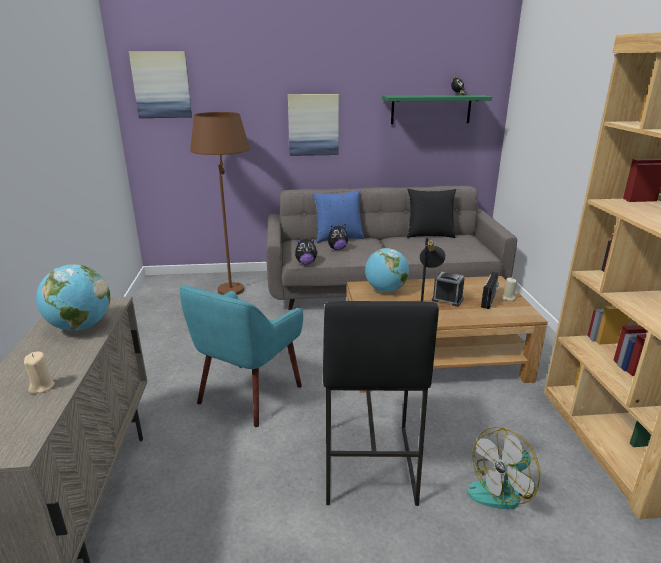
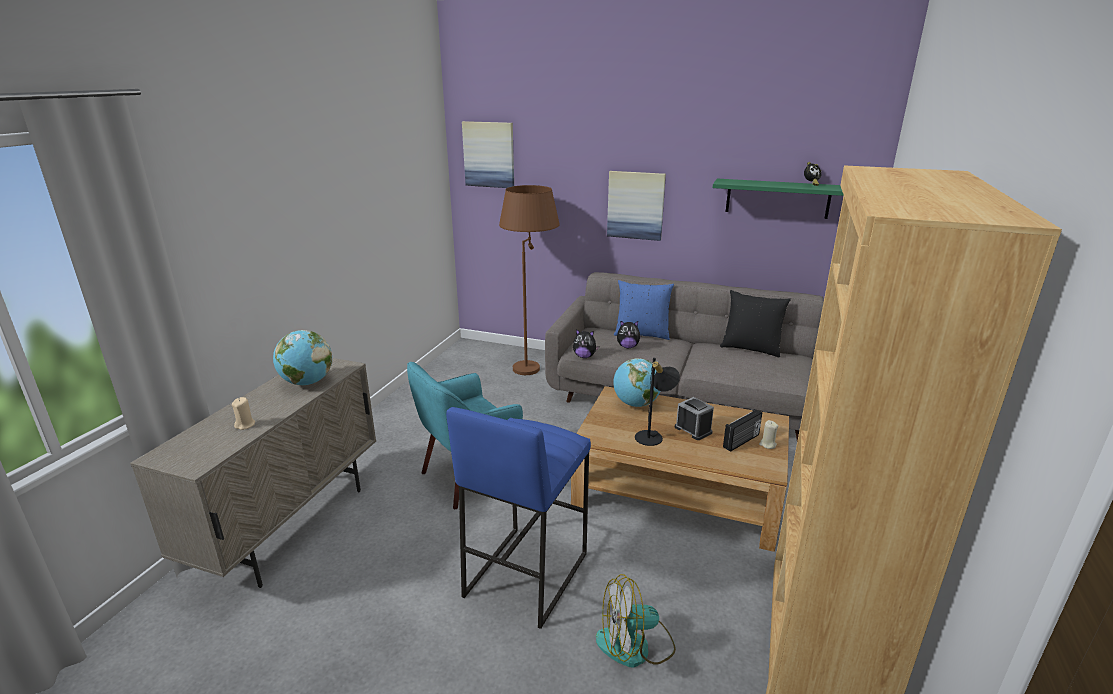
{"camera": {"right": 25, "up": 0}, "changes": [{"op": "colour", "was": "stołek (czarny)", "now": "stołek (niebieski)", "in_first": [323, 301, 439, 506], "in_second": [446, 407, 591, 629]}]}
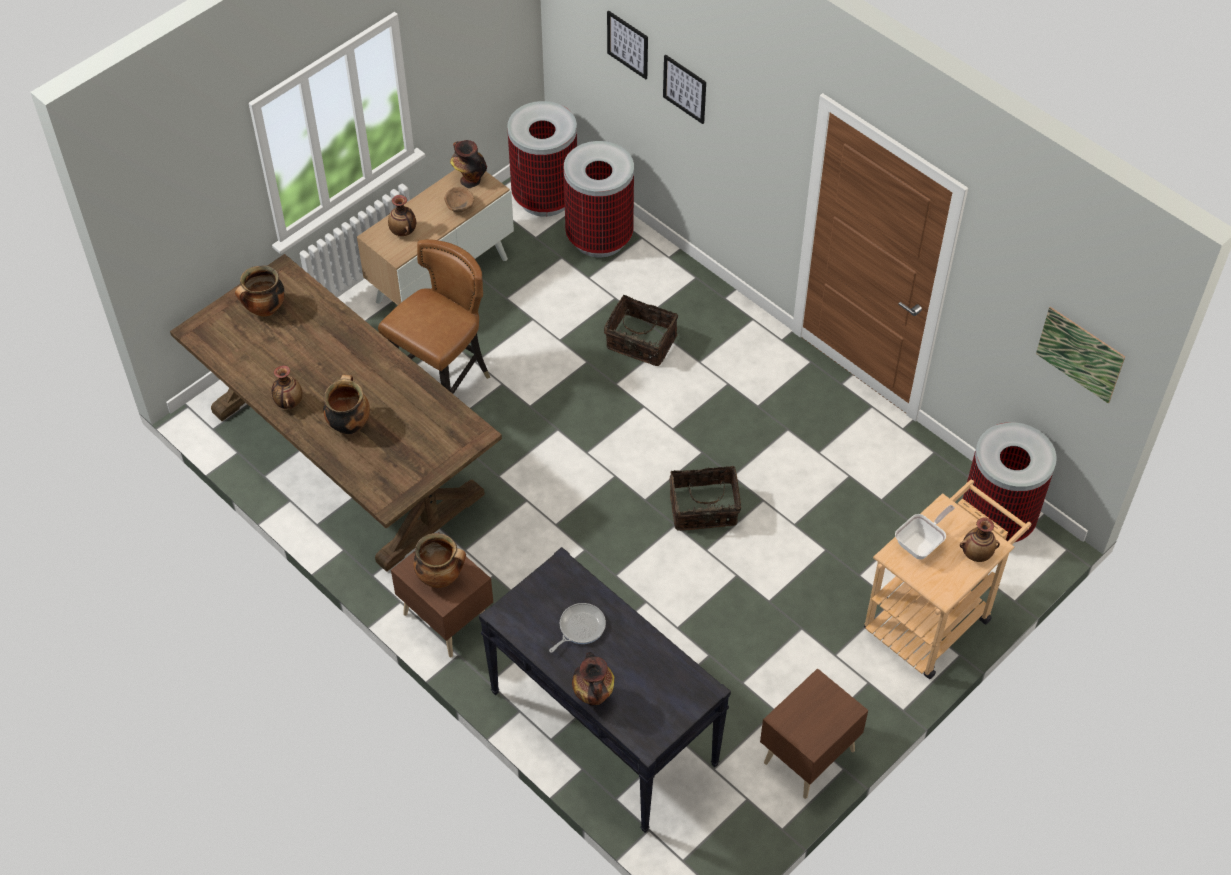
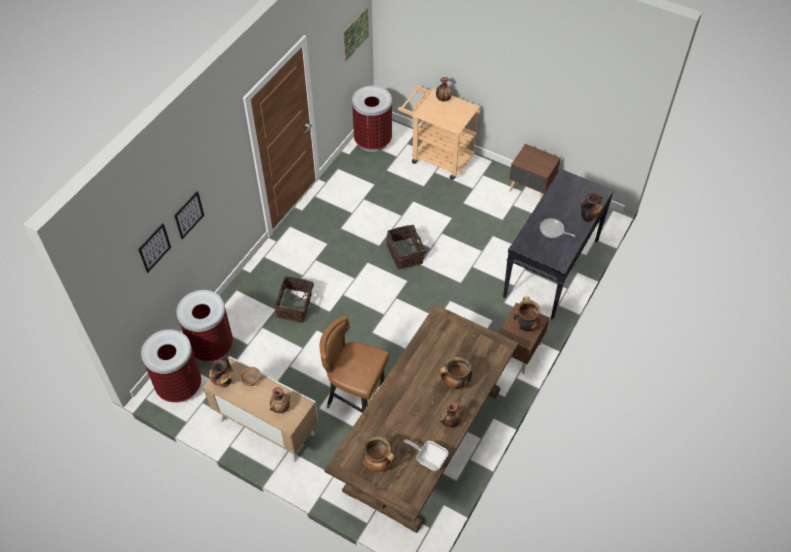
{"camera": {"right": -105, "up": 0}, "changes": [{"op": "relocated", "was": "patelnia", "in_first": [895, 505, 955, 560], "in_second": [404, 439, 448, 471]}]}
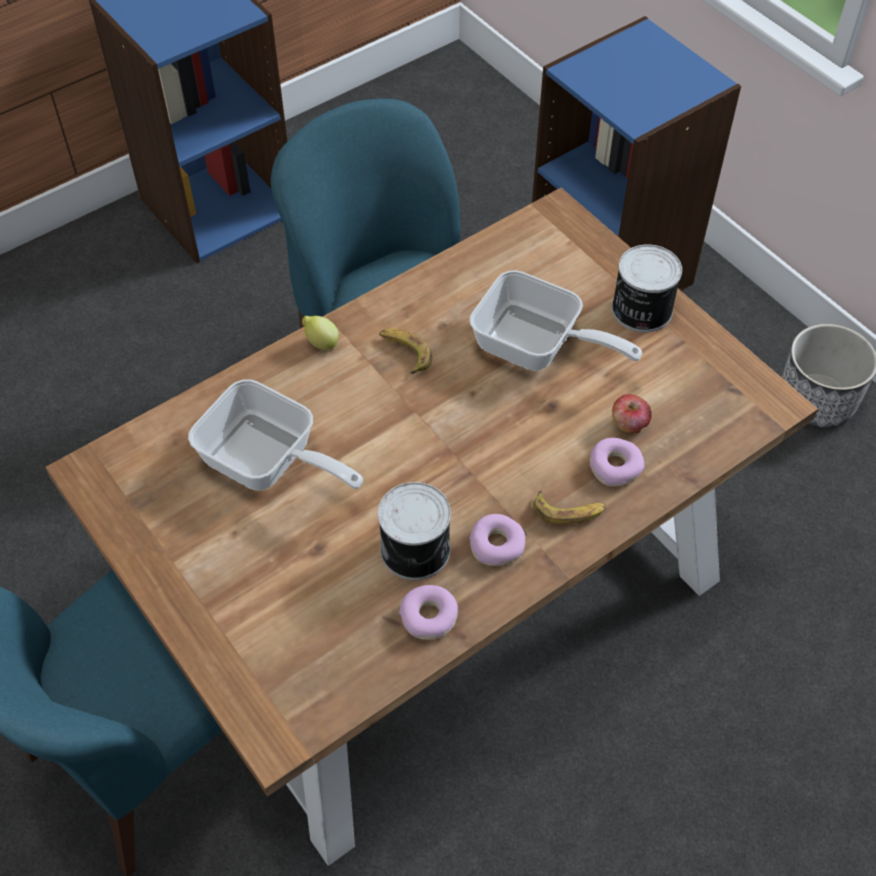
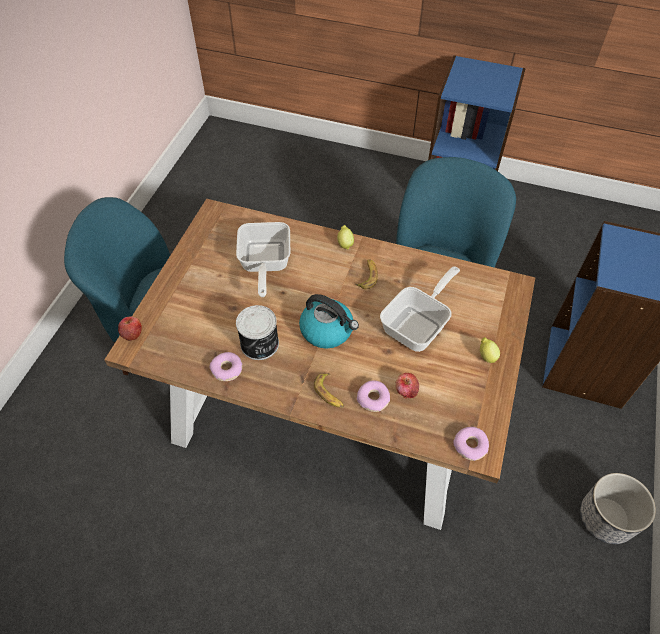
{"camera": {"right": 55, "up": 0}, "changes": [{"op": "spun", "was": "patelnia", "in_first": [469, 270, 642, 371], "in_second": [380, 266, 460, 352], "clockwise": -135}, {"op": "relocated", "was": "donut", "in_first": [469, 514, 525, 566], "in_second": [453, 427, 489, 461]}, {"op": "exchanged", "was": "puszka", "now": "cytryna", "in_first": [612, 244, 682, 333], "in_second": [480, 337, 500, 363]}, {"op": "appeared", "now": "jabłko", "in_second": [118, 316, 142, 341]}, {"op": "appeared", "now": "czajnik", "in_second": [299, 294, 359, 349]}]}
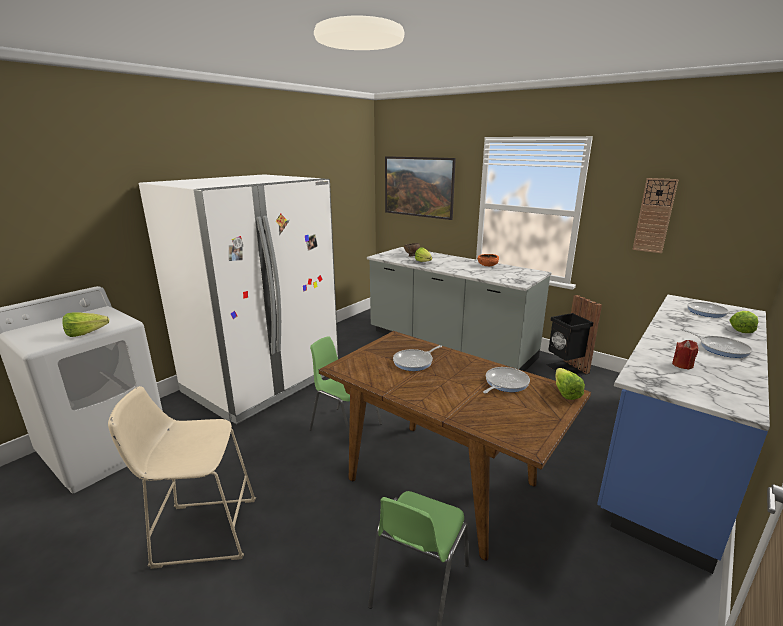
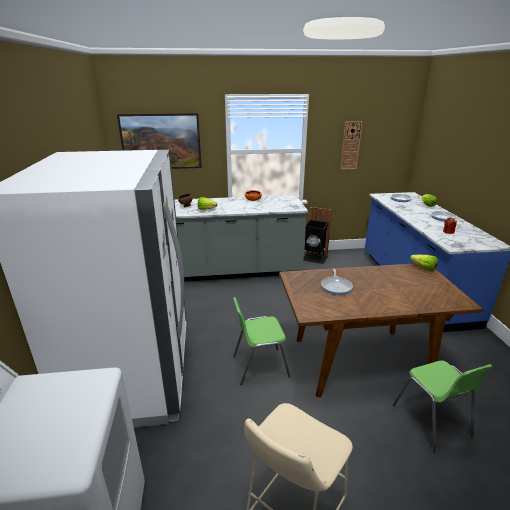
{"camera": {"right": -45, "up": 5}, "changes": [{"op": "missing", "was": "sałata", "in_first": [62, 313, 109, 337]}, {"op": "missing", "was": "patelnia", "in_first": [483, 367, 530, 394]}]}
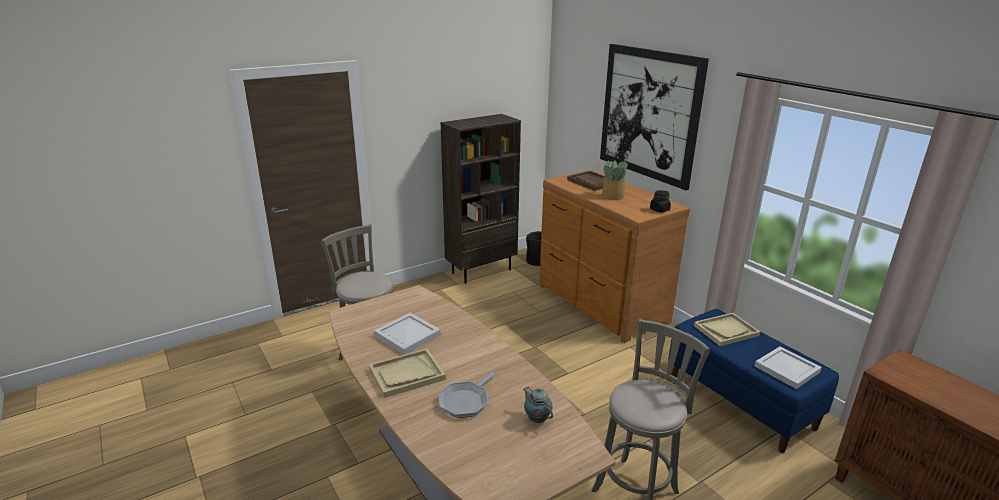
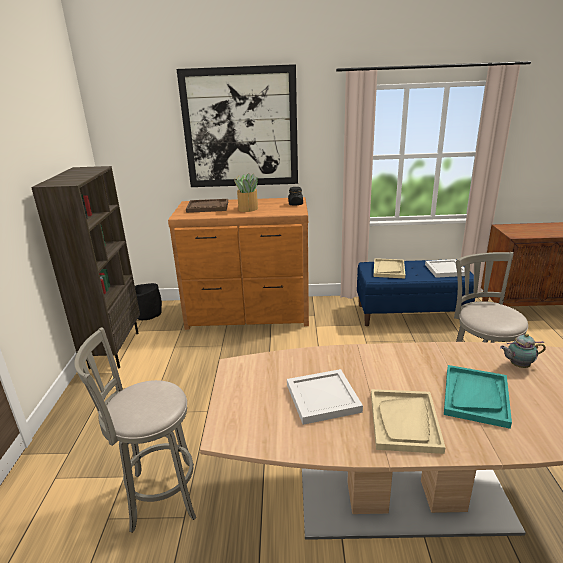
{"camera": {"right": -55, "up": 0}, "changes": [{"op": "exchanged", "was": "patelnia", "now": "taca (turkusowy)", "in_first": [438, 370, 497, 418], "in_second": [444, 365, 512, 429]}]}
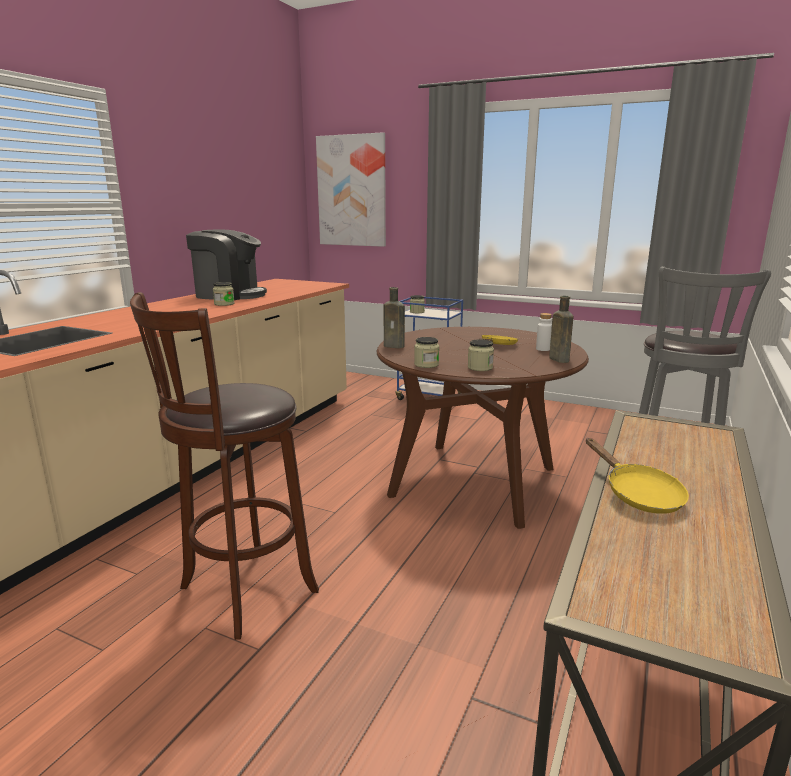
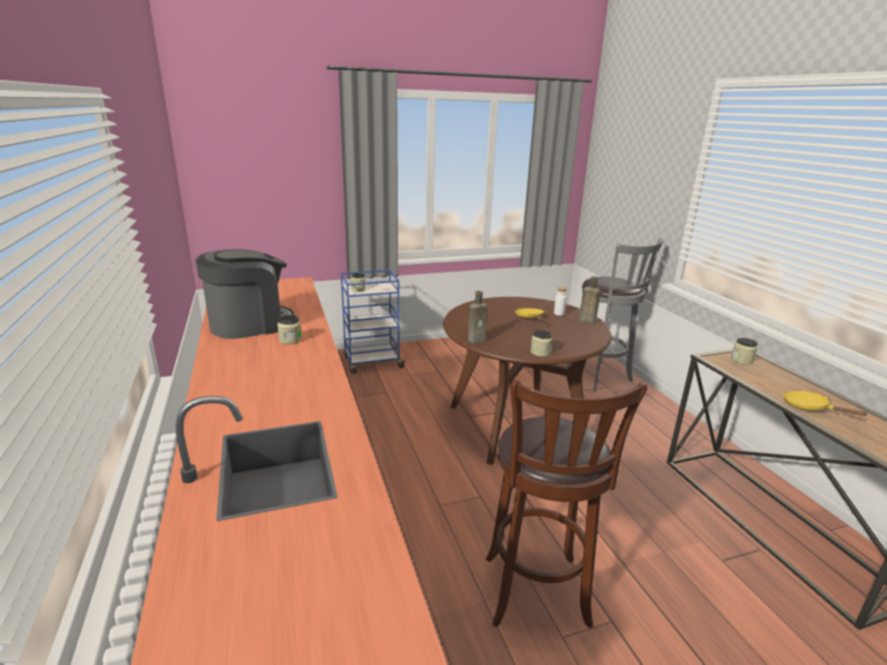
{"camera": {"right": -45, "up": 5}, "changes": [{"op": "missing", "was": "obraz", "in_first": [316, 132, 386, 247]}, {"op": "relocated", "was": "słoik", "in_first": [468, 340, 494, 371], "in_second": [731, 338, 757, 365]}, {"op": "spun", "was": "patelnia (żółty)", "in_first": [586, 438, 689, 514], "in_second": [783, 391, 868, 416], "clockwise": -150}]}
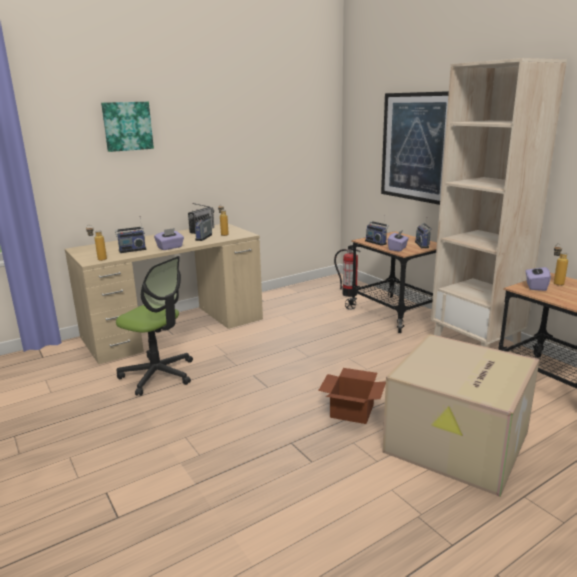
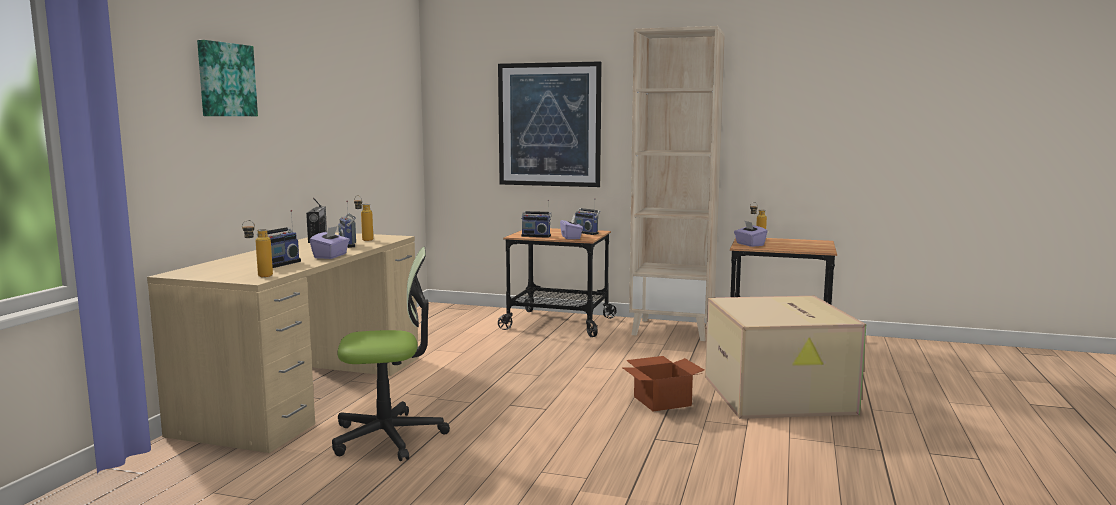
{"camera": {"right": -40, "up": -10}, "changes": [{"op": "missing", "was": "gaśnica", "in_first": [334, 245, 361, 297]}]}
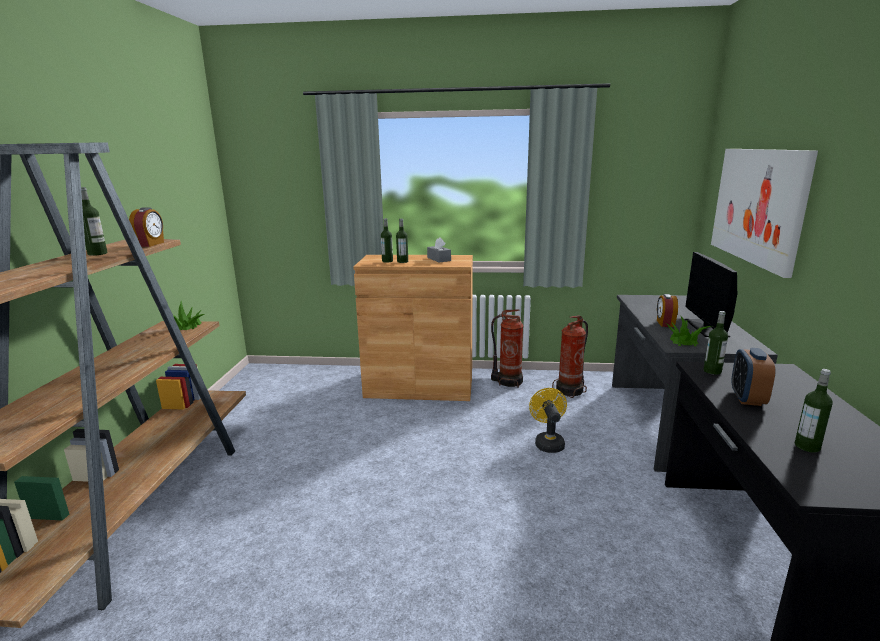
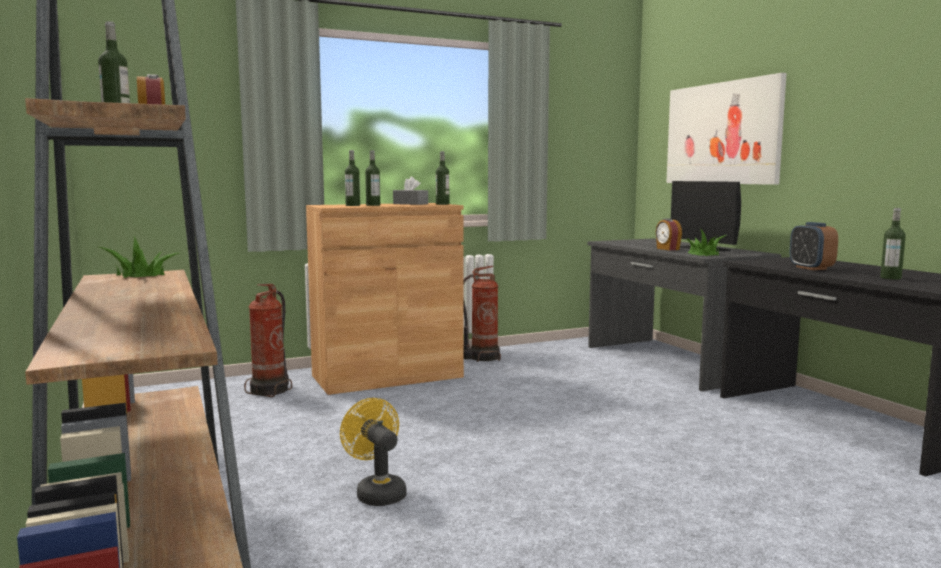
{"camera": {"right": -30, "up": -10}, "changes": [{"op": "relocated", "was": "wentylator (żółty)", "in_first": [529, 388, 567, 453], "in_second": [340, 398, 407, 506]}, {"op": "relocated", "was": "gaśnica", "in_first": [552, 315, 588, 398], "in_second": [244, 284, 292, 397]}, {"op": "relocated", "was": "butelka", "in_first": [703, 311, 728, 375], "in_second": [436, 151, 449, 205]}]}
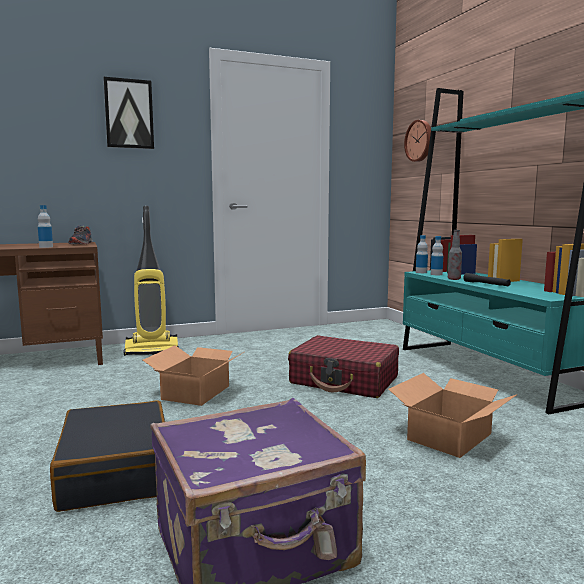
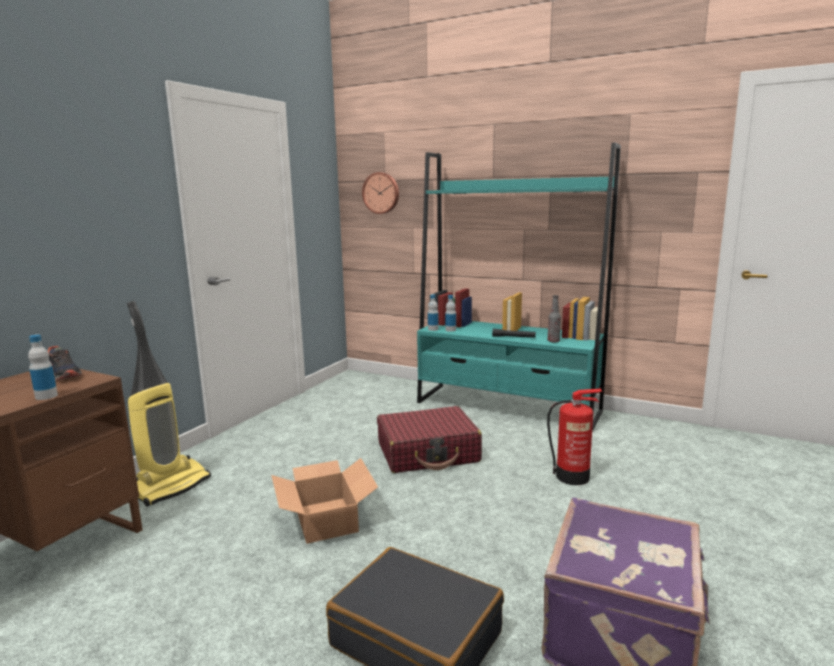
{"camera": {"right": -40, "up": 5}, "changes": [{"op": "missing", "was": "obraz", "in_first": [103, 77, 154, 149]}, {"op": "exchanged", "was": "karton", "now": "gaśnica", "in_first": [388, 373, 518, 458], "in_second": [547, 389, 603, 485]}, {"op": "relocated", "was": "butelka", "in_first": [448, 230, 462, 280], "in_second": [548, 295, 561, 343]}]}
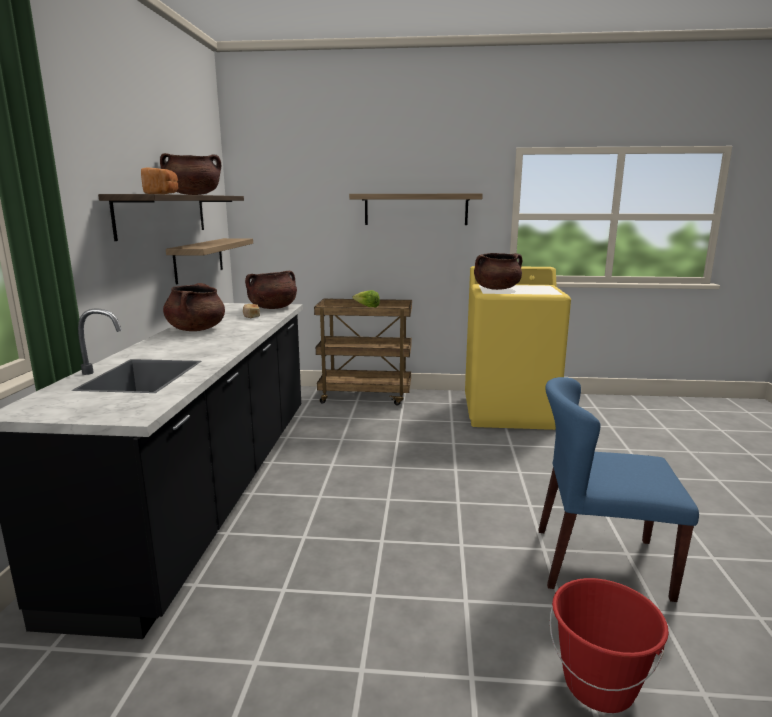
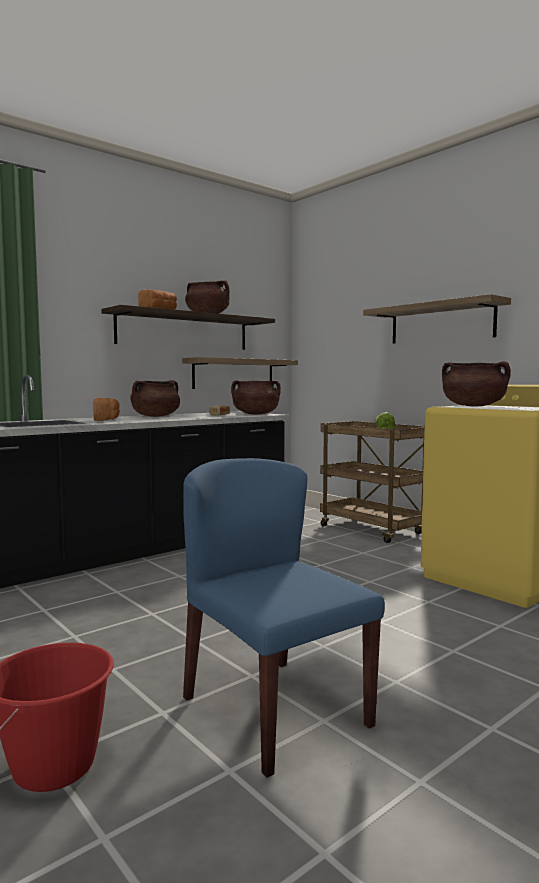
{"camera": {"right": 45, "up": -10}, "changes": [{"op": "appeared", "now": "chleb", "in_second": [93, 397, 120, 421]}]}
